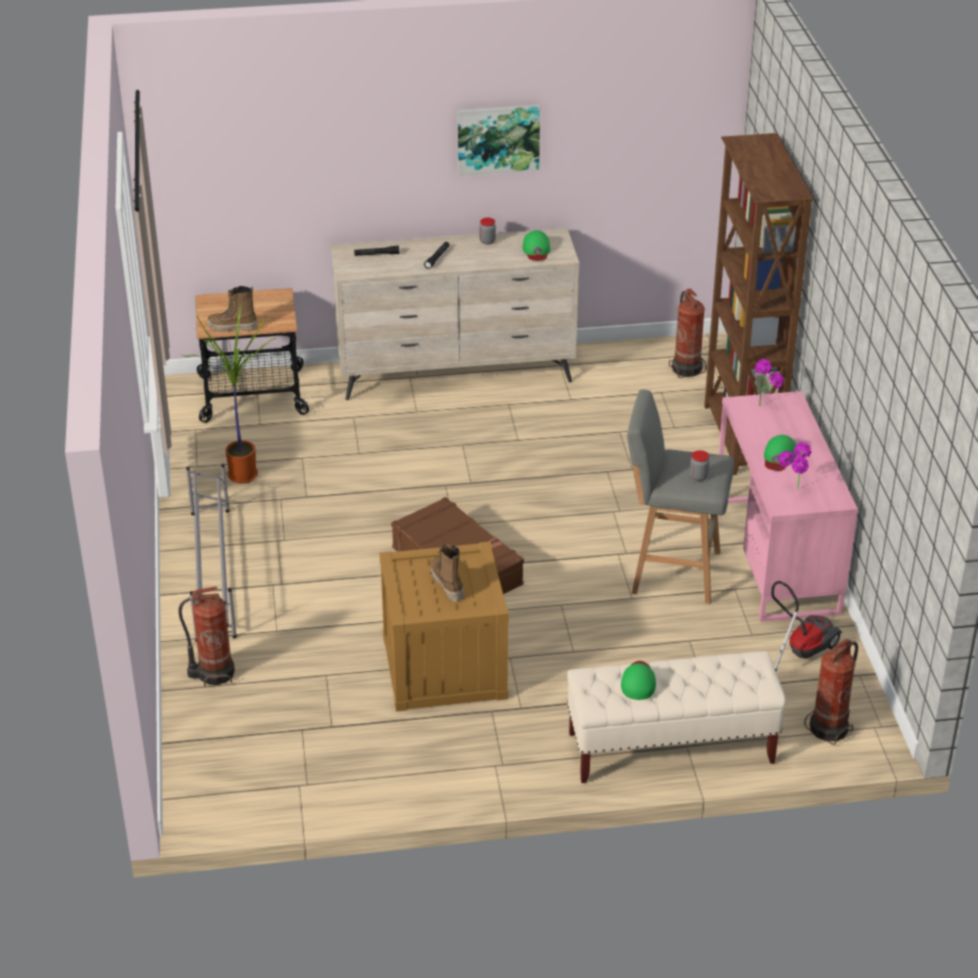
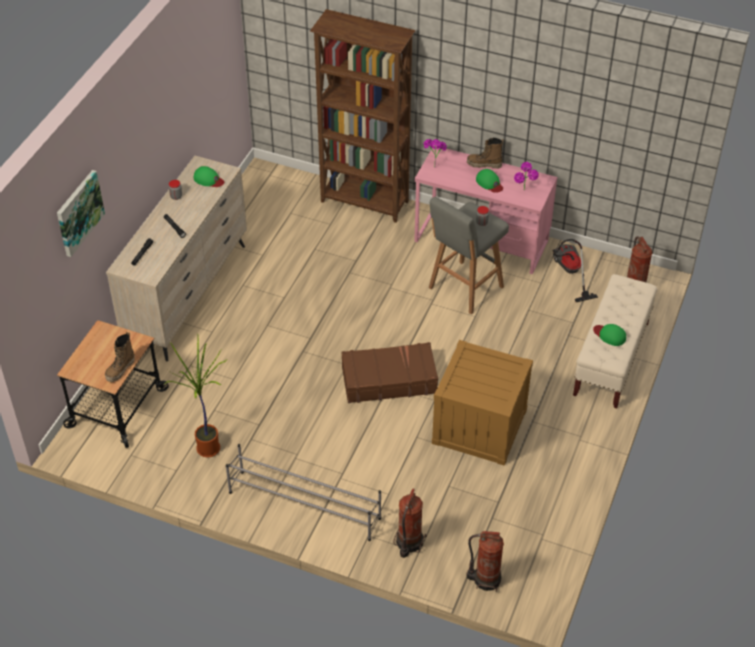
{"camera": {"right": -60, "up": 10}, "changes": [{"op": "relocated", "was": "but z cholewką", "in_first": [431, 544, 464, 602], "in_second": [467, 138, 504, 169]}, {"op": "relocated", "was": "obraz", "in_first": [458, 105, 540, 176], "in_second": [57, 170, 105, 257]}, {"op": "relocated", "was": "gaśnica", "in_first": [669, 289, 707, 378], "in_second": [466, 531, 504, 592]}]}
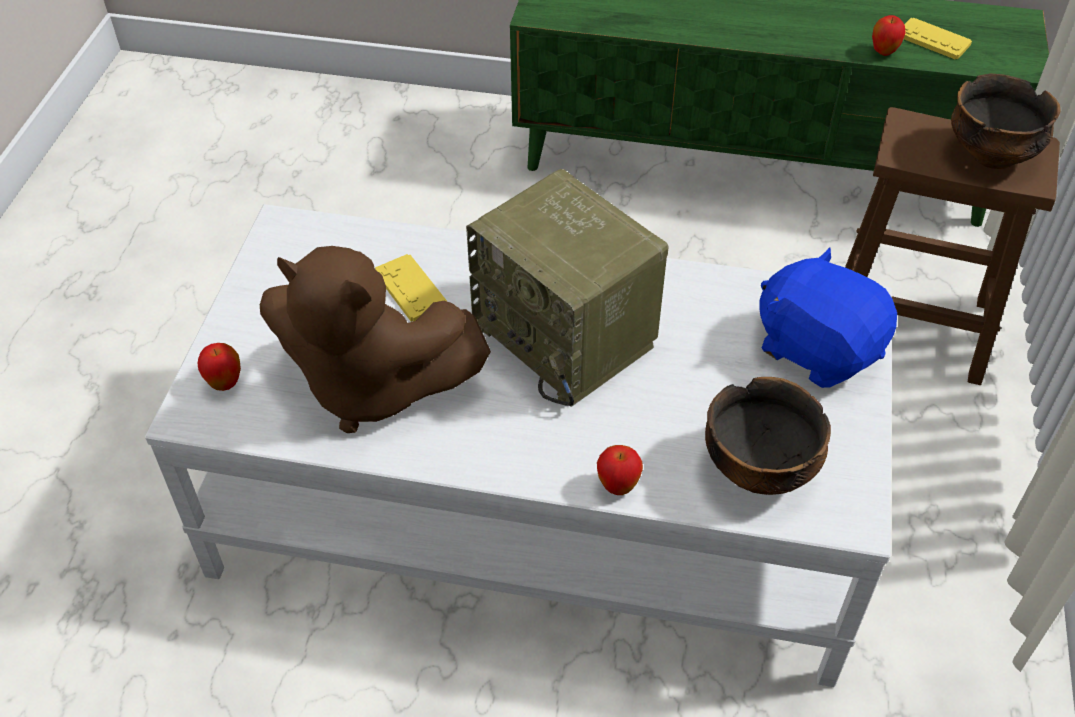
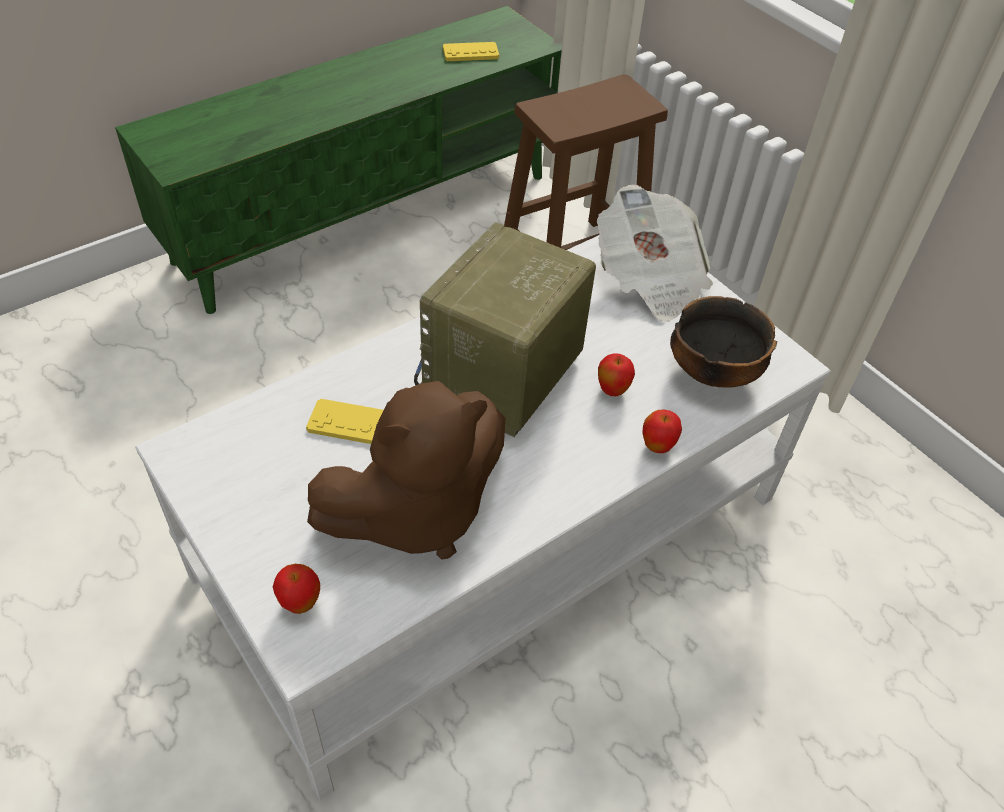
{"camera": {"right": -50, "up": 0}, "changes": [{"op": "spun", "was": "radio", "in_first": [466, 169, 669, 407], "in_second": [414, 222, 596, 437], "clockwise": 120}, {"op": "exchanged", "was": "pluszak (niebieski)", "now": "gazeta", "in_first": [759, 247, 897, 388], "in_second": [597, 184, 713, 322]}, {"op": "relocated", "was": "jabłko", "in_first": [872, 15, 906, 56], "in_second": [598, 353, 635, 396]}, {"op": "missing", "was": "miska", "in_first": [951, 73, 1061, 169]}]}
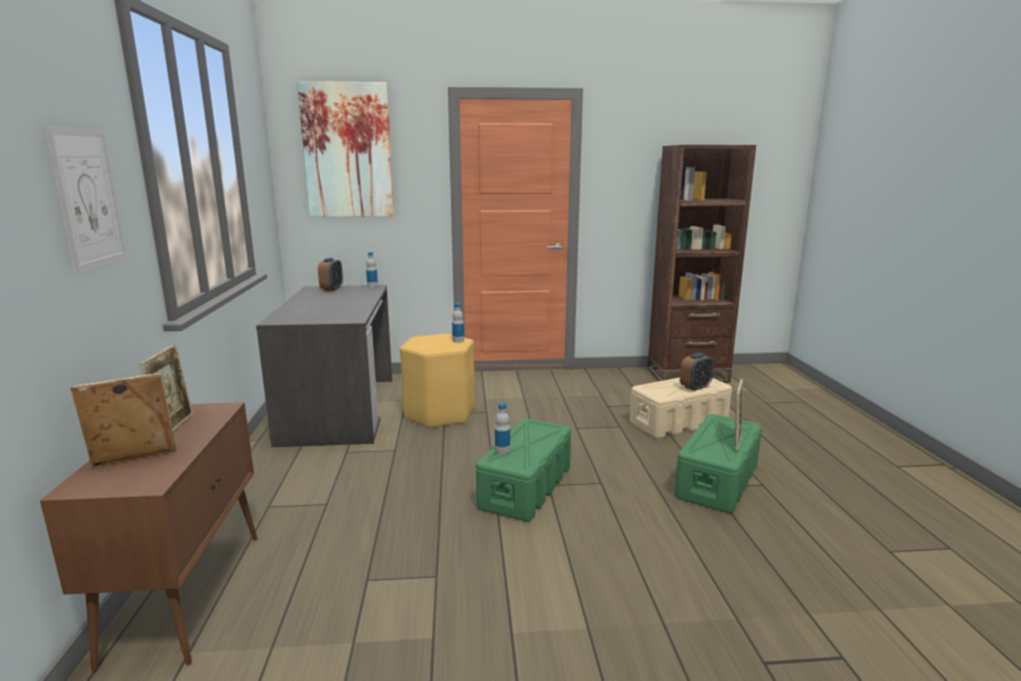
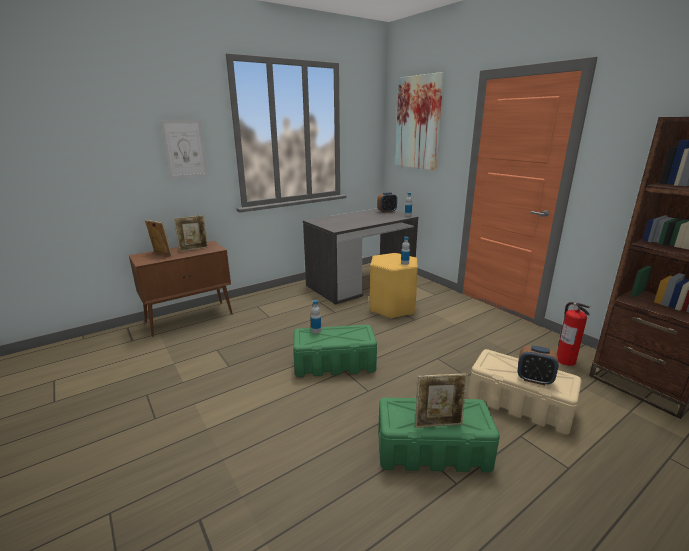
{"camera": {"right": 60, "up": 5}, "changes": [{"op": "appeared", "now": "gaśnica", "in_second": [557, 302, 590, 366]}]}
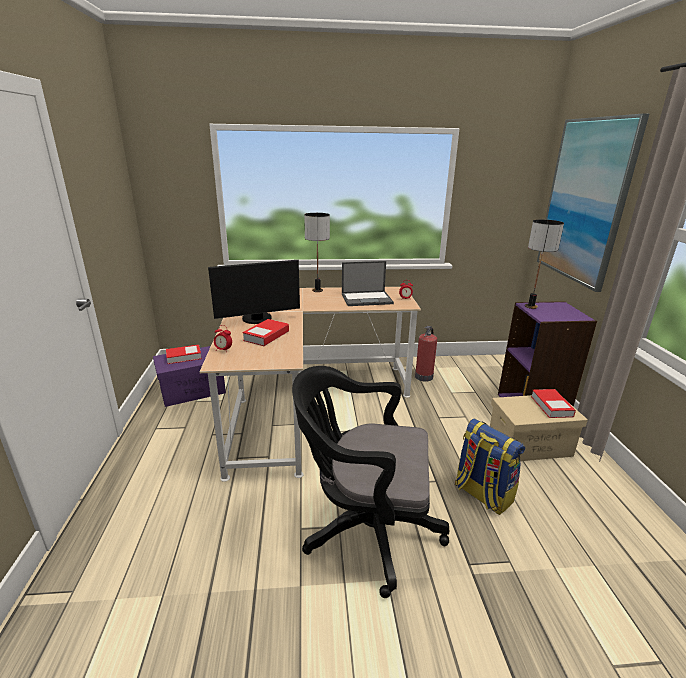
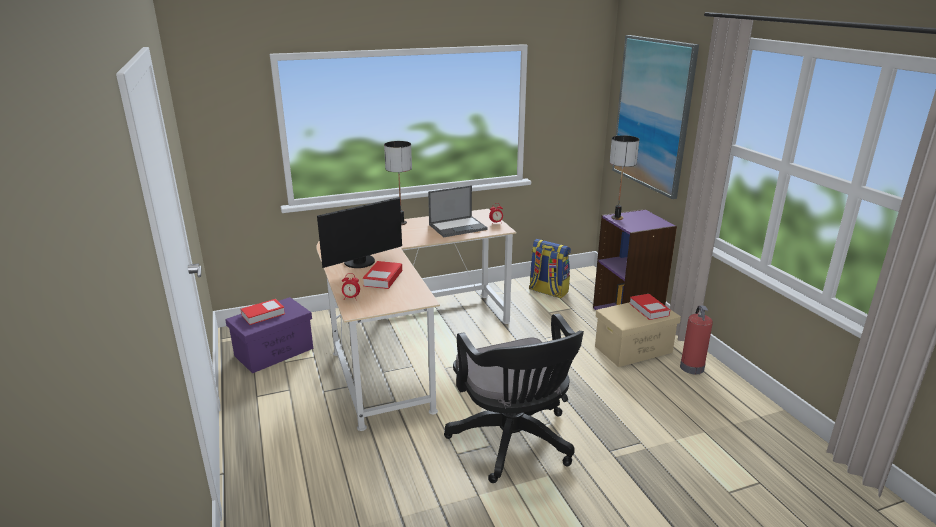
{"camera": {"right": -15, "up": 0}, "changes": [{"op": "spun", "was": "krzesło biurowe (czarny)", "in_first": [292, 366, 449, 598], "in_second": [444, 314, 584, 483], "clockwise": -105}, {"op": "relocated", "was": "gaśnica", "in_first": [415, 326, 437, 382], "in_second": [680, 305, 713, 374]}, {"op": "relocated", "was": "plecak", "in_first": [455, 418, 525, 515], "in_second": [529, 239, 571, 299]}]}
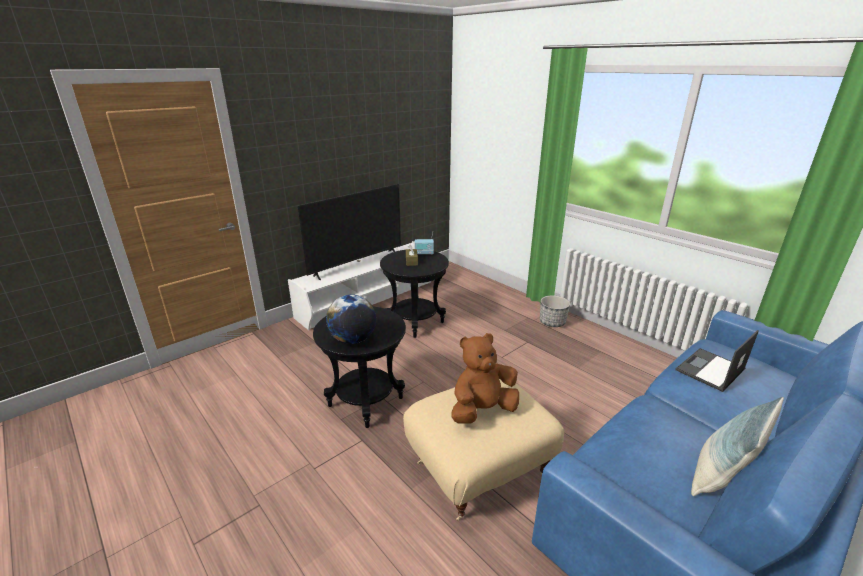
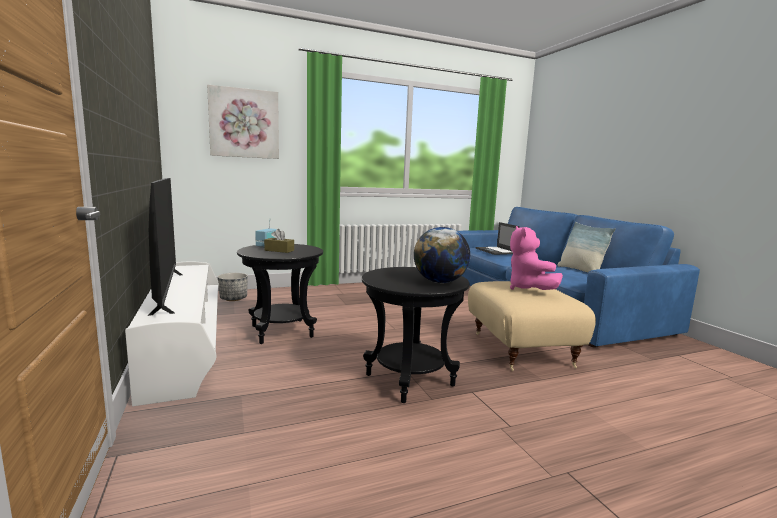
{"camera": {"right": -70, "up": -15}, "changes": [{"op": "colour", "was": "pluszak (brązowy)", "now": "pluszak (różowy)", "in_first": [452, 333, 519, 424], "in_second": [510, 226, 563, 290]}, {"op": "relocated", "was": "donica", "in_first": [540, 296, 570, 327], "in_second": [218, 273, 248, 301]}, {"op": "appeared", "now": "obraz", "in_second": [207, 84, 279, 159]}]}
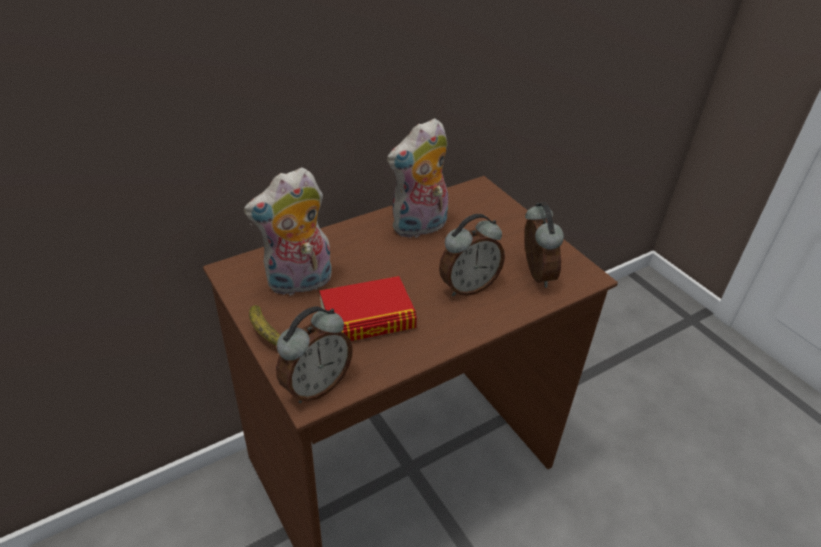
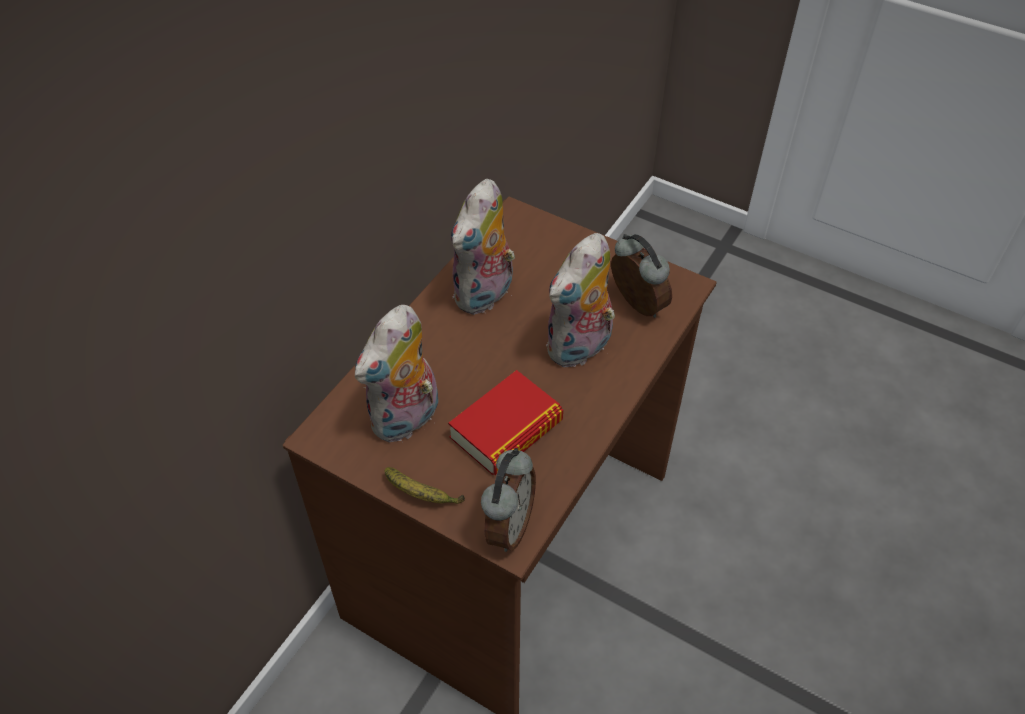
{"camera": {"right": -25, "up": 10}, "changes": [{"op": "exchanged", "was": "budzik", "now": "pluszak", "in_first": [439, 214, 505, 296], "in_second": [546, 233, 615, 368]}]}
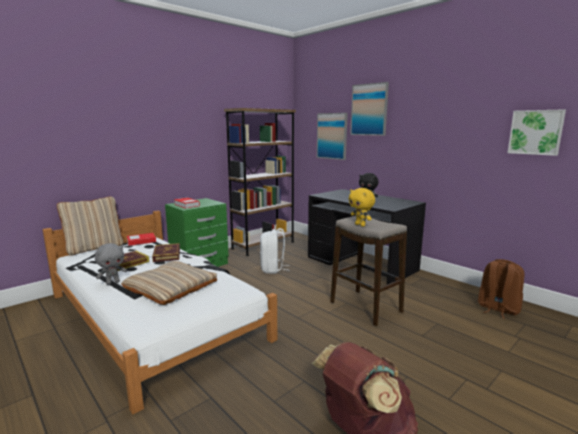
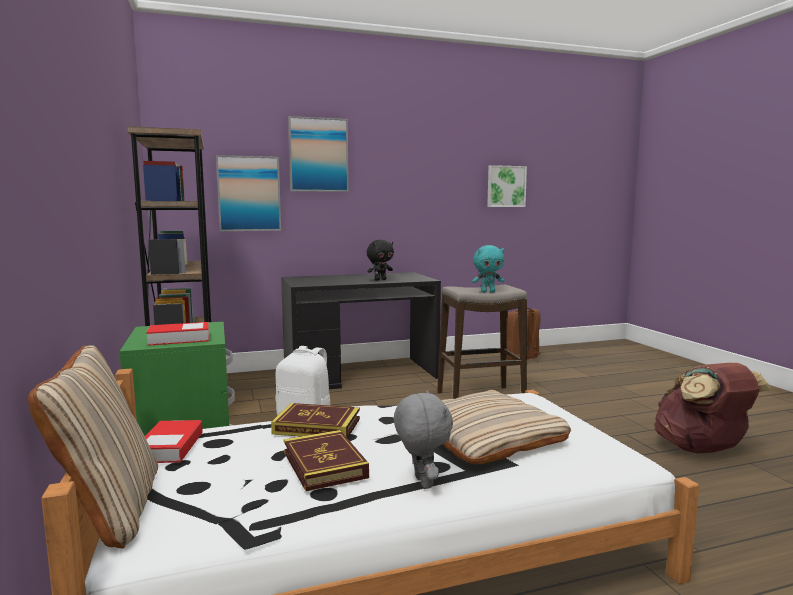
{"camera": {"right": -65, "up": -5}, "changes": [{"op": "colour", "was": "pluszak (żółty)", "now": "pluszak (turkusowy)", "in_first": [349, 188, 375, 227], "in_second": [472, 245, 504, 293]}]}
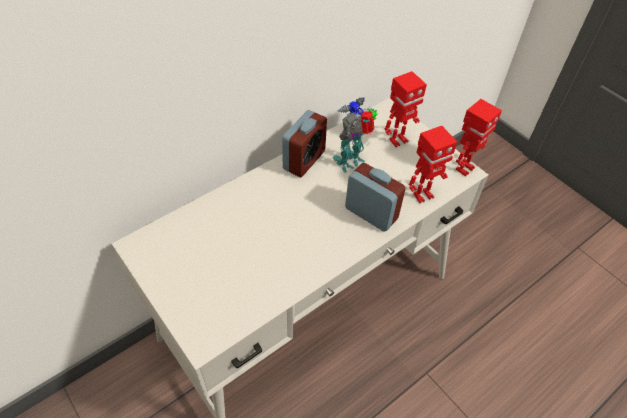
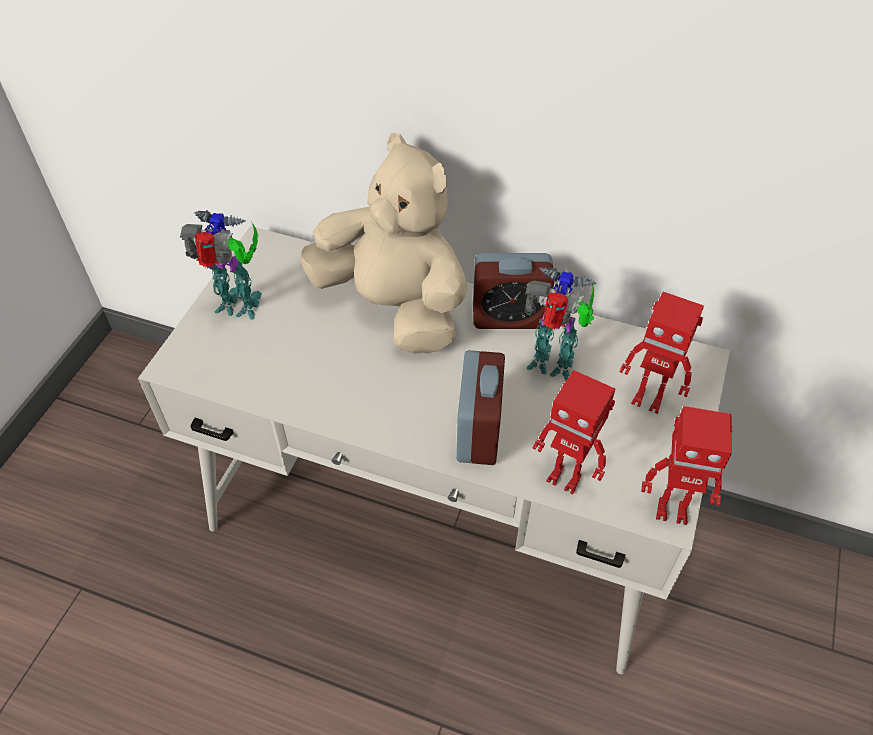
{"camera": {"right": 60, "up": 0}, "changes": [{"op": "appeared", "now": "robot zabawkowy", "in_second": [180, 210, 262, 320]}, {"op": "appeared", "now": "pluszak (beżowy)", "in_second": [300, 133, 467, 354]}]}
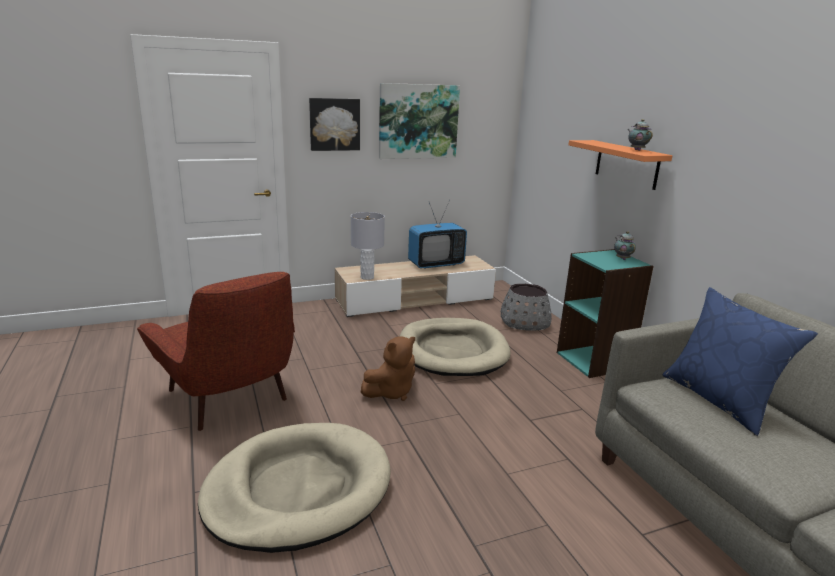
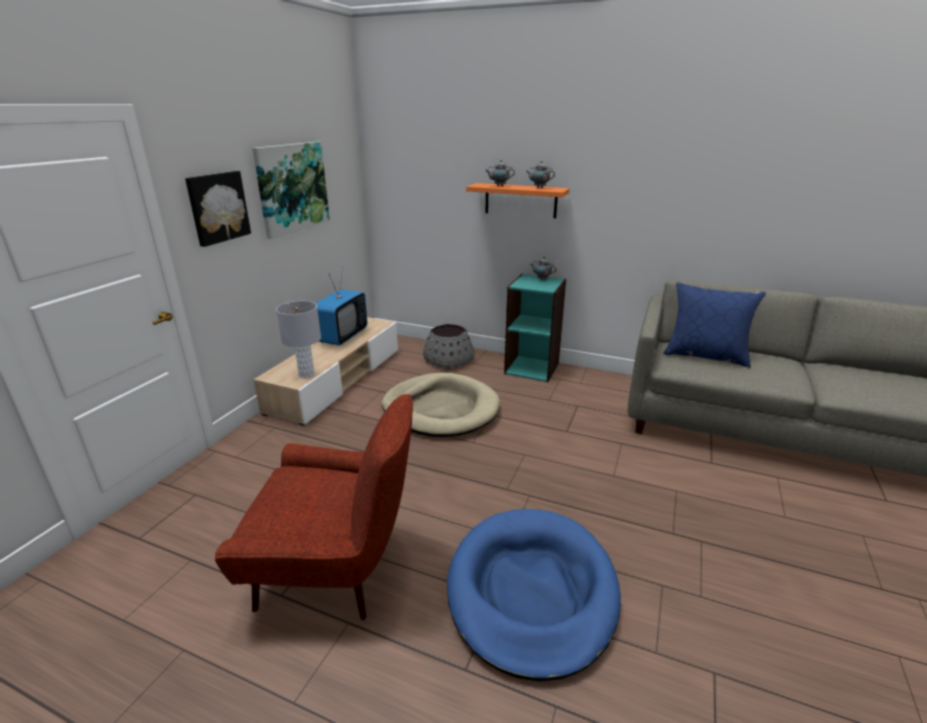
{"camera": {"right": -45, "up": 5}, "changes": [{"op": "colour", "was": "legowisko (beżowy)", "now": "legowisko (niebieski)", "in_first": [198, 423, 391, 553], "in_second": [447, 509, 621, 682]}, {"op": "missing", "was": "pluszak (brązowy)", "in_first": [361, 336, 415, 401]}, {"op": "appeared", "now": "imbryk", "in_second": [485, 160, 515, 186]}]}
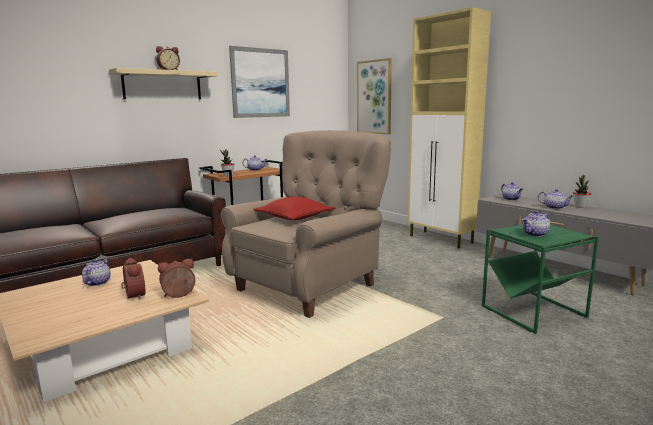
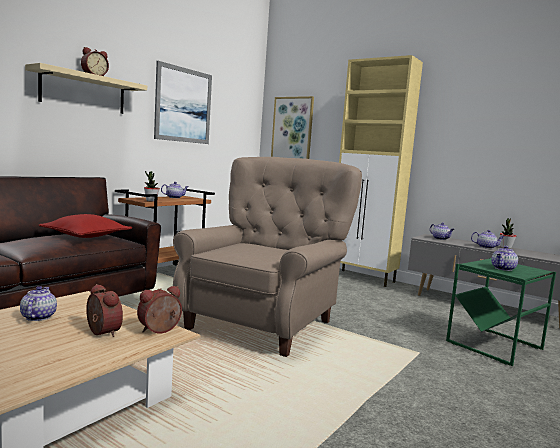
{"camera": {"right": -15, "up": -5}, "changes": [{"op": "relocated", "was": "poduszka (czerwony)", "in_first": [253, 197, 335, 220], "in_second": [38, 214, 132, 238]}]}
